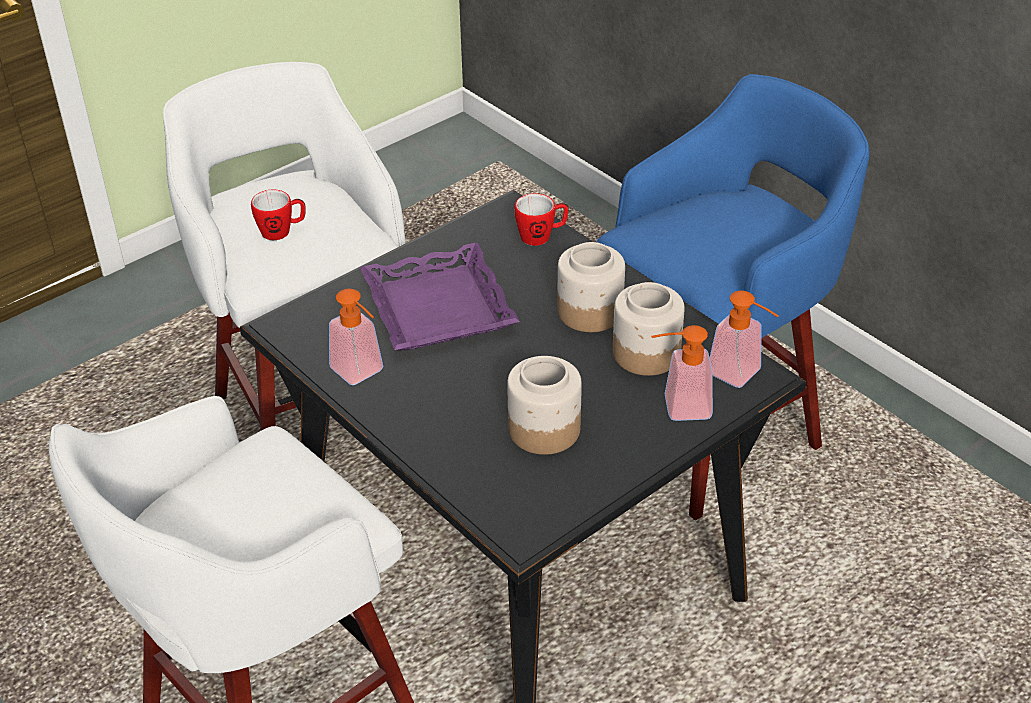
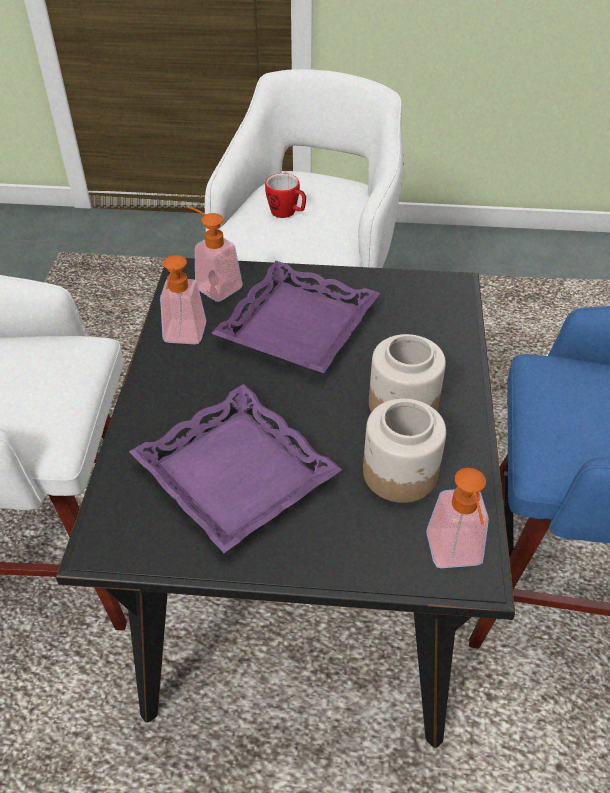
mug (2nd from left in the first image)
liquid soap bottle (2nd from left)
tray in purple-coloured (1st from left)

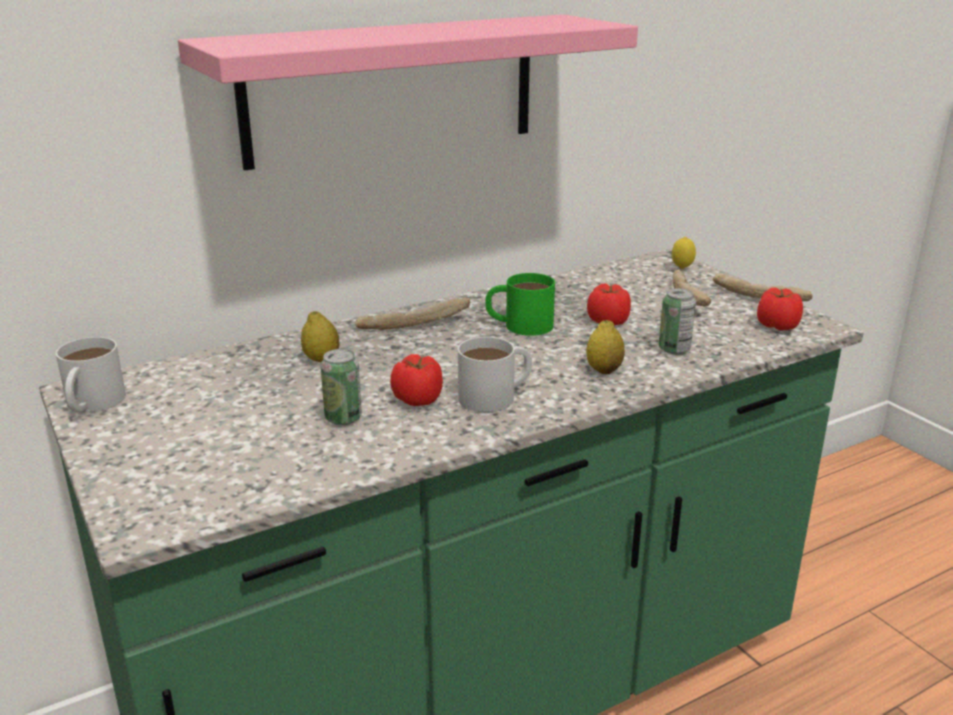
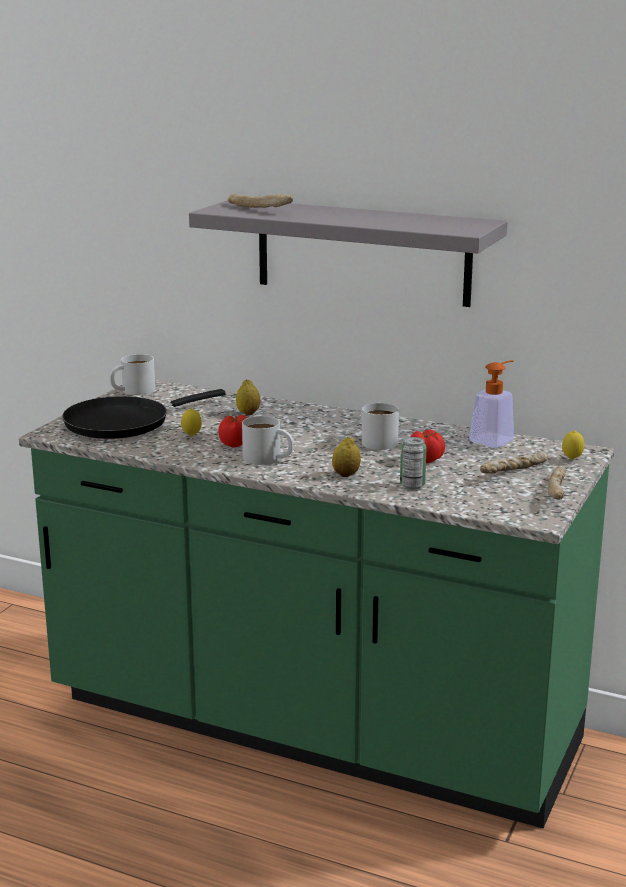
wall shelf in grey
mug in whitish (3rd from left)
fresh tomato (3rd from left in the first image)
bakery bread (1st from left)
citrus fruit (1st from left)
liquid soap bottle
pan in blackish

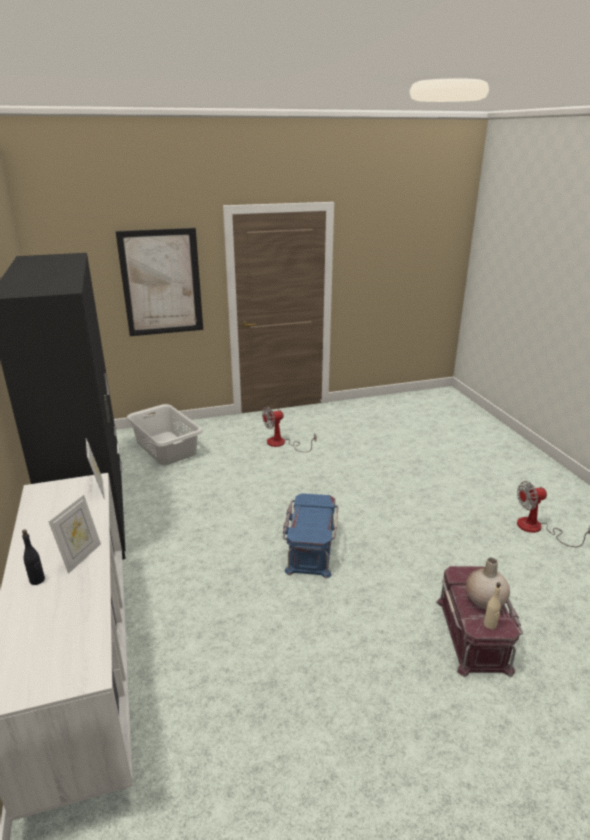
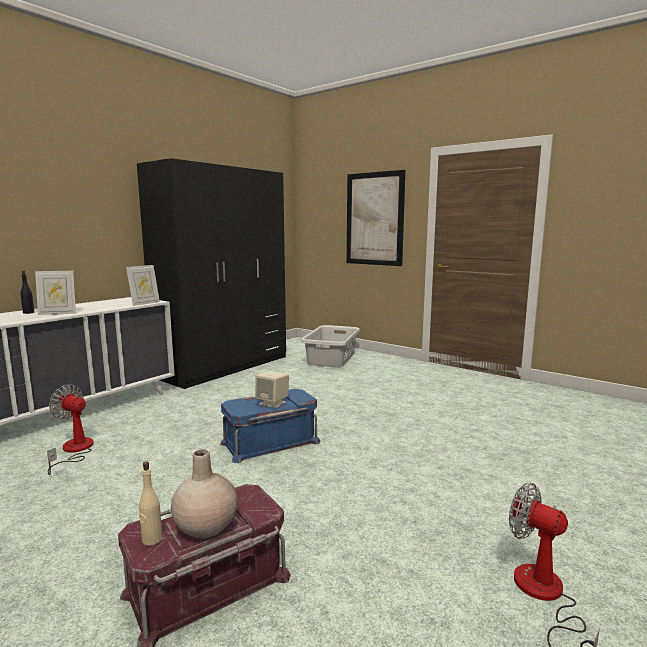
electric fan (1st from left)
speaker in sand-coloured

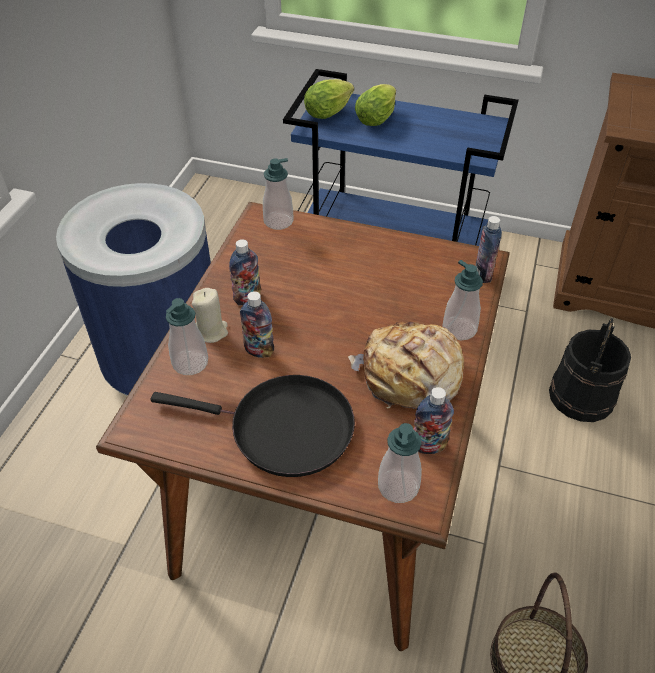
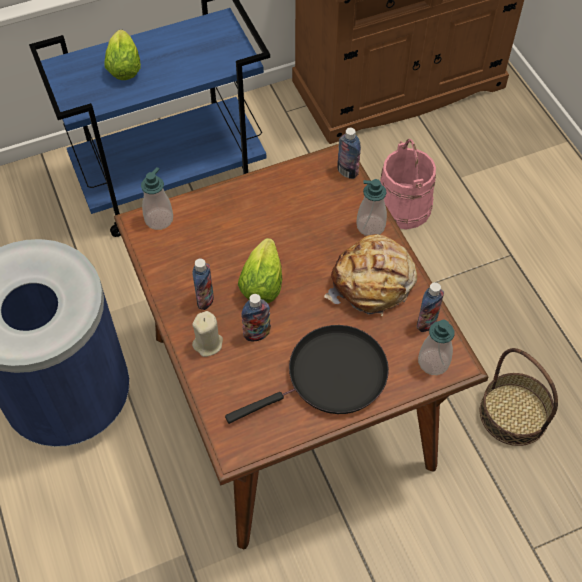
head of lettuce (2nd from left)
liquid soap bottle (1st from left in the first image)
water bucket in pinkish

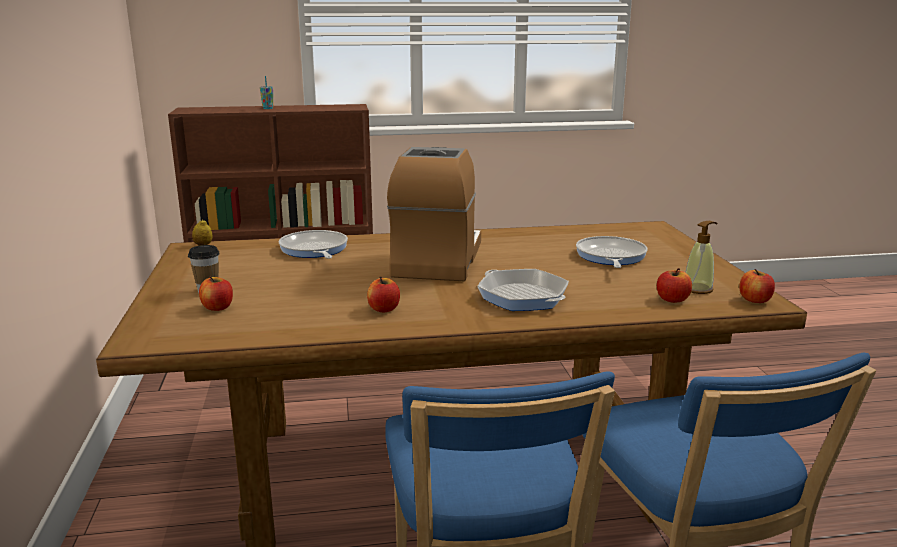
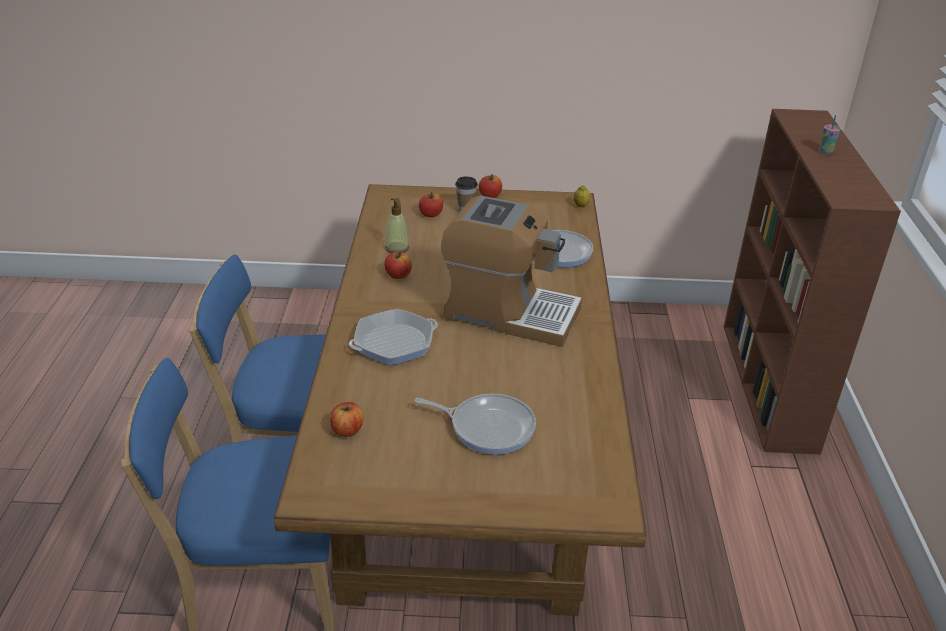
liquid soap bottle
whole apple (4th from left)

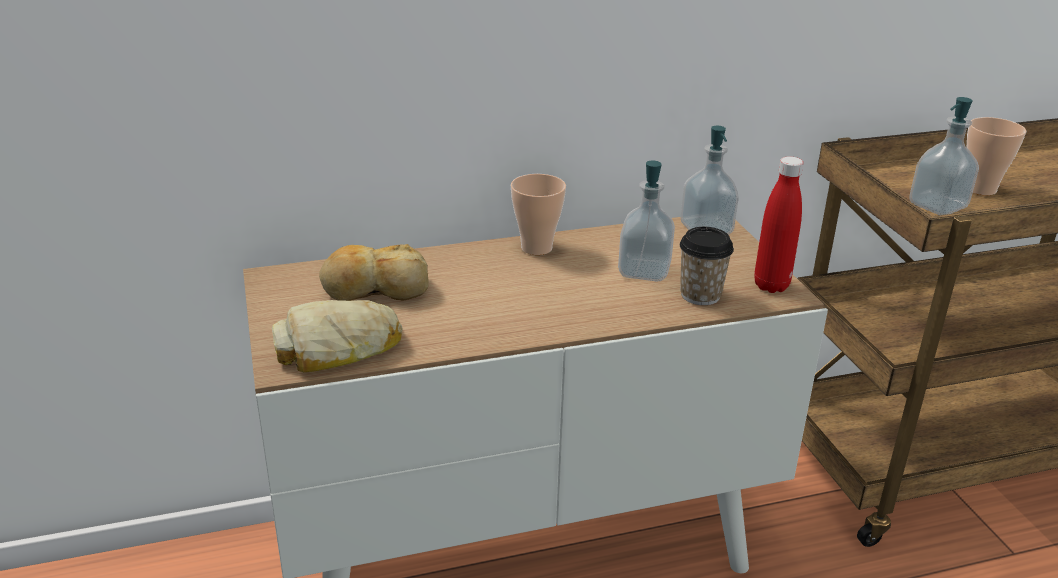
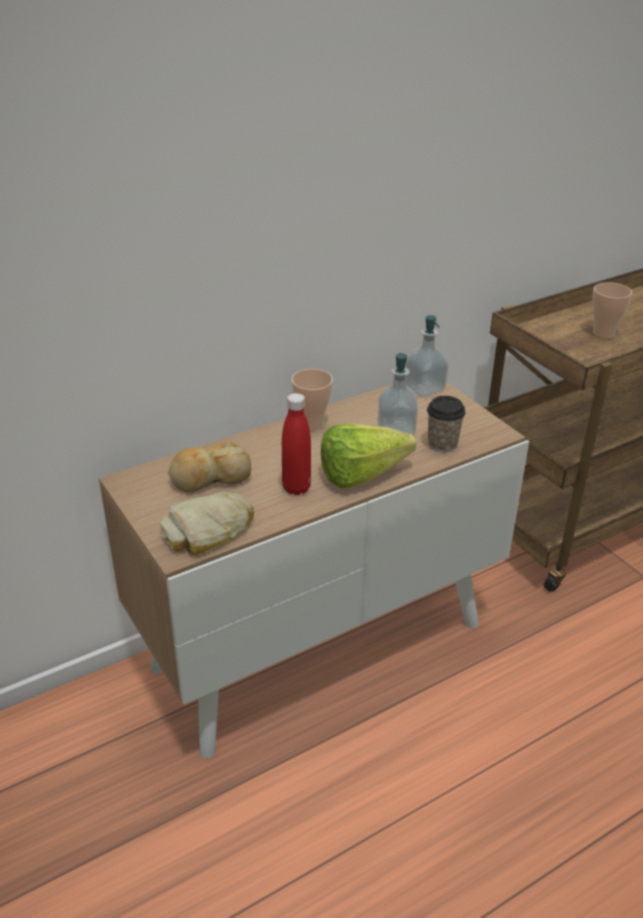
liquid soap bottle (3rd from left in the first image)
beverage bottle in red-coloured
head of lettuce

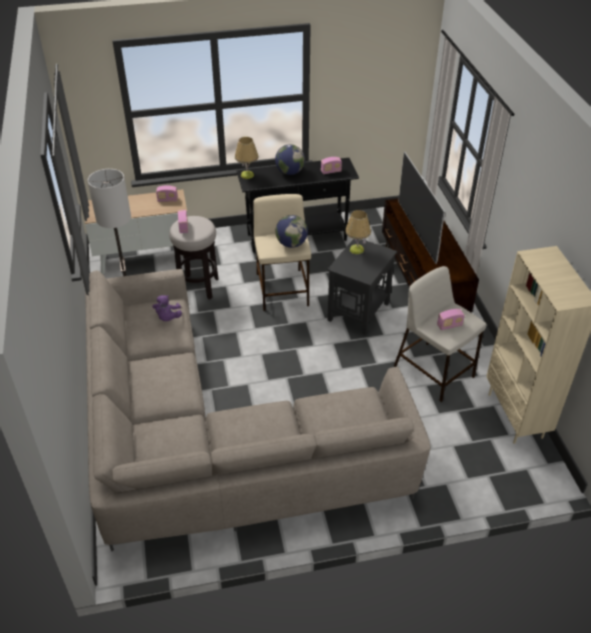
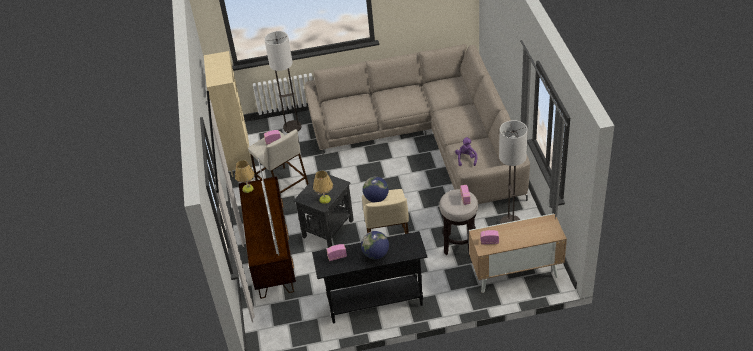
lamp for a table (1st from left)
floor lamp (1st from left)

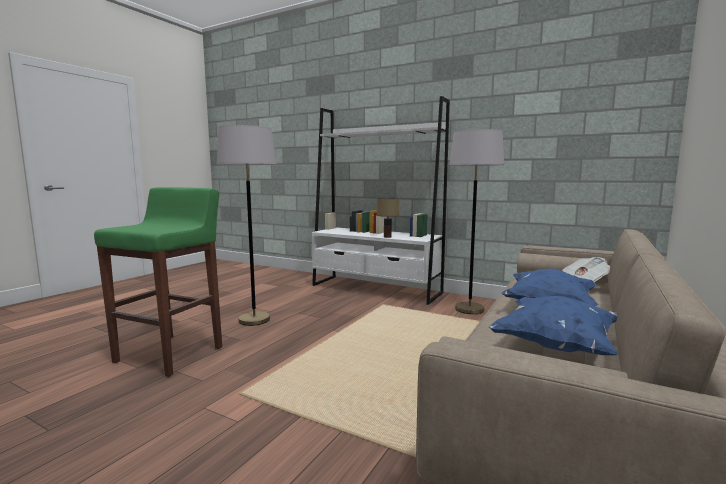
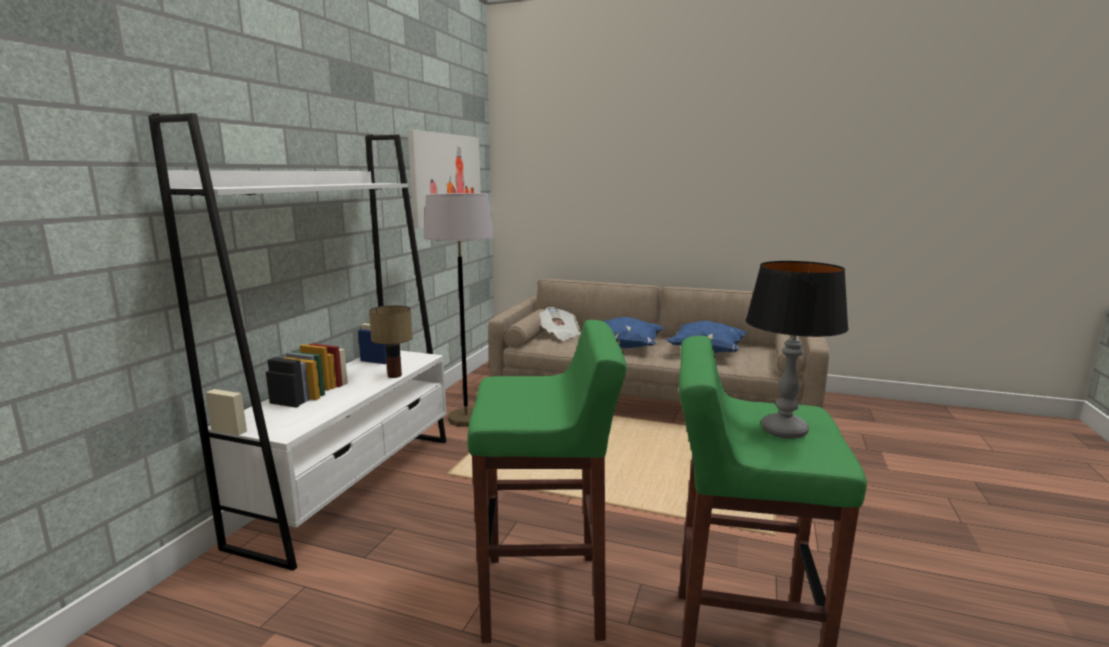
stool in green-coloured (1st from left)
picture
lamp for a table (2nd from left)

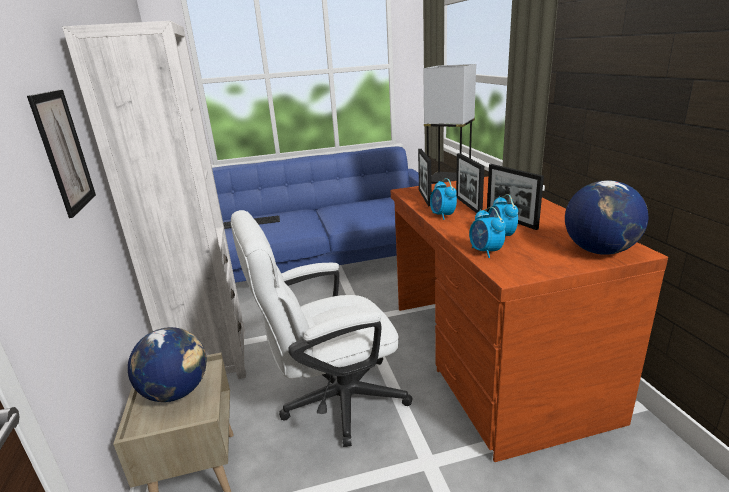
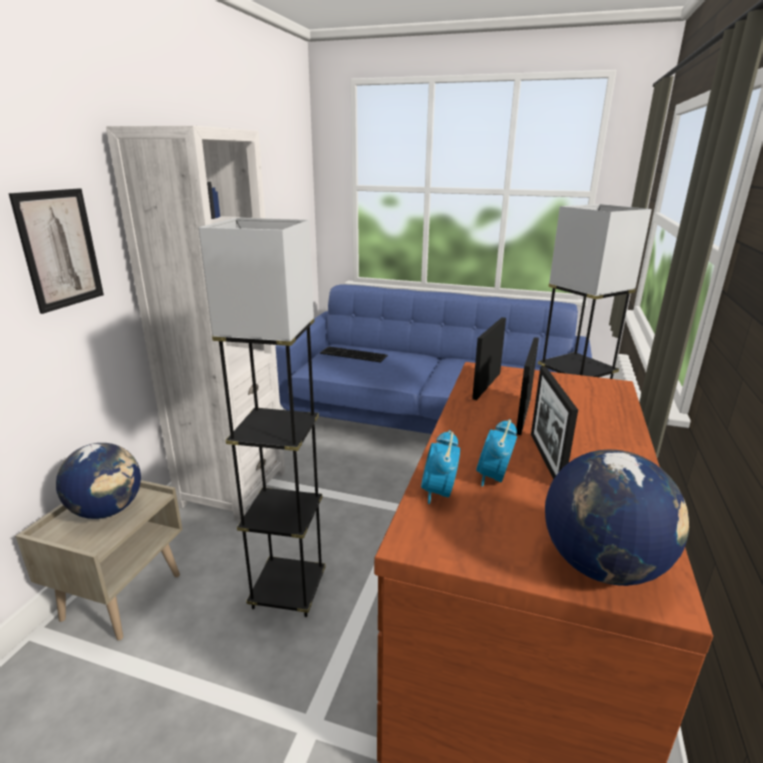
alarm clock (1st from left in the first image)
floor lamp in grey (1st from left)

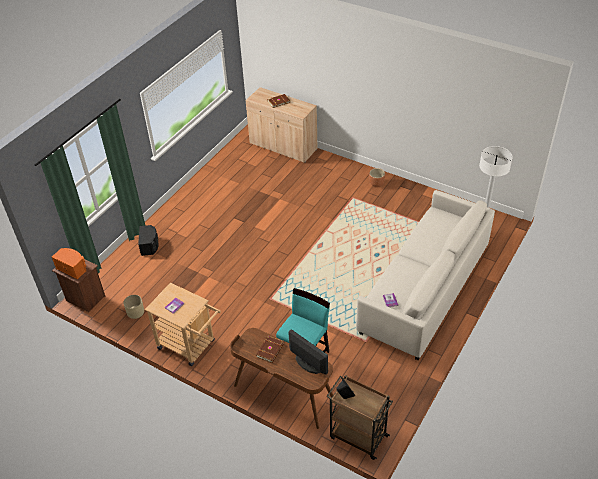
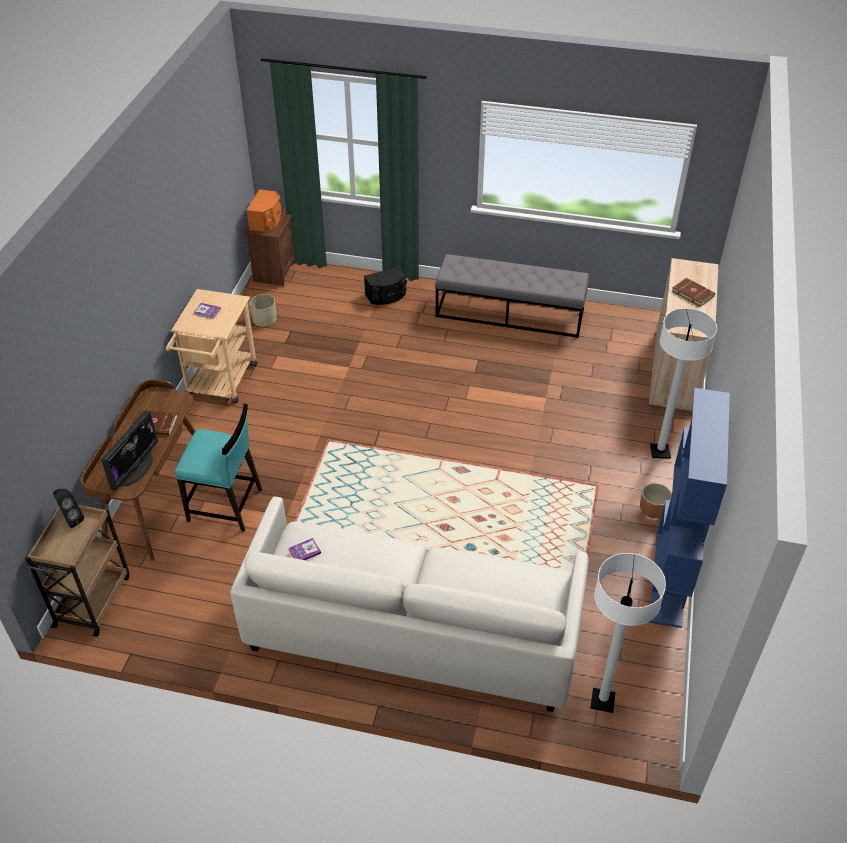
indoor bench in grey
floor lamp in whitish (2nd from left)
shelving unit in bluish

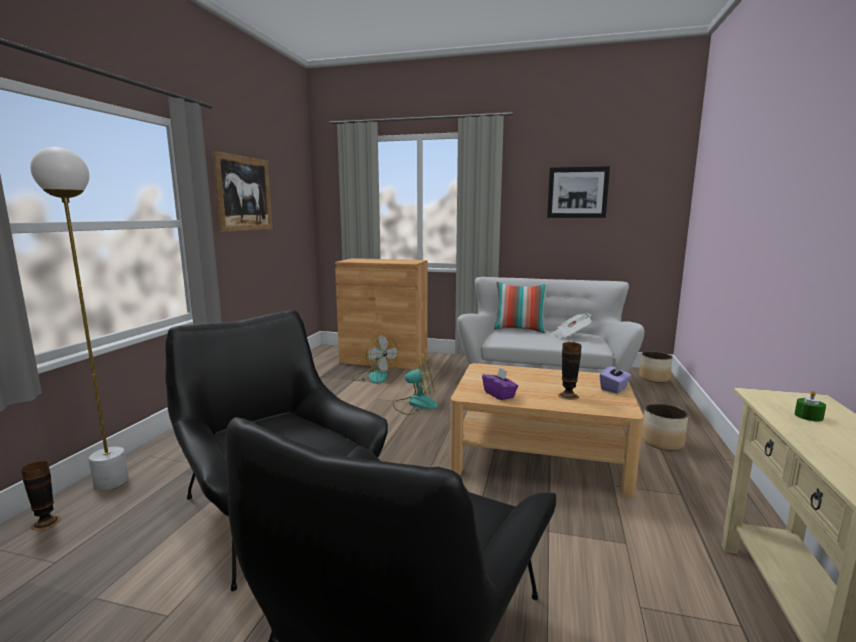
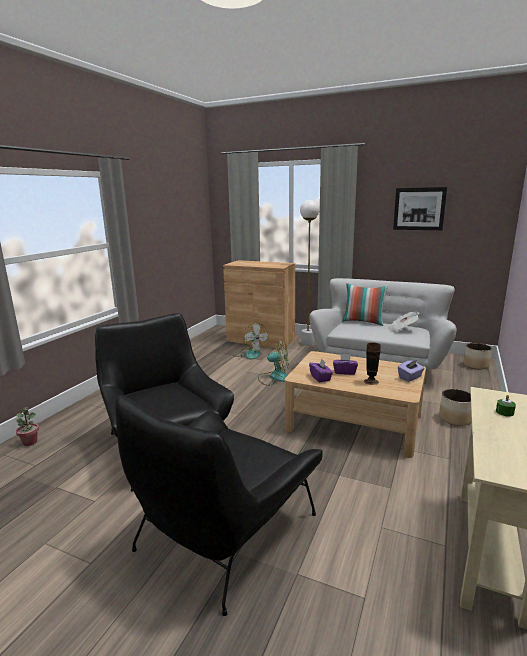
floor lamp in whitish
picture (1st from left in the first image)
houseplant
tissue holder in purple-coloured (2nd from left)

